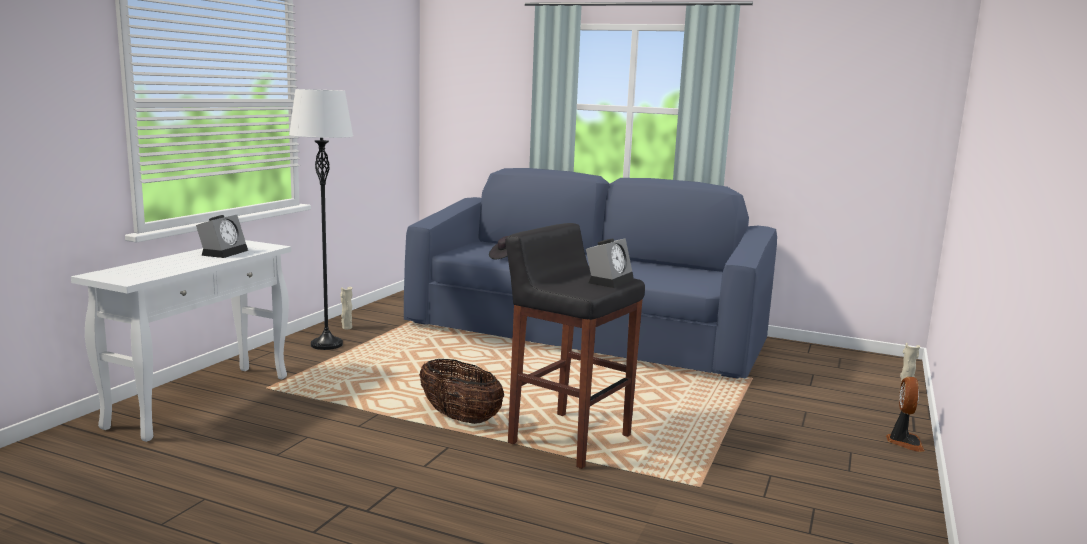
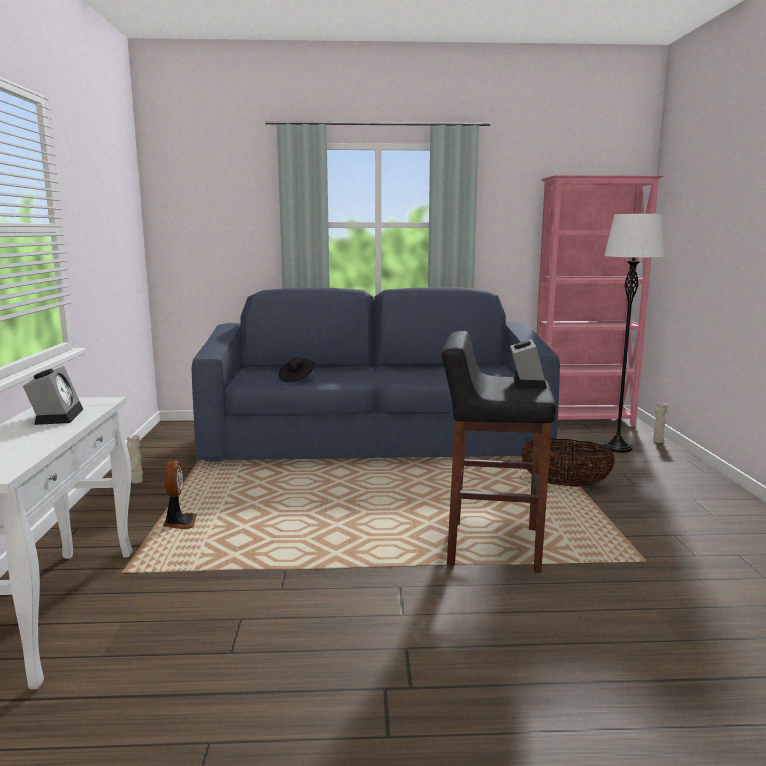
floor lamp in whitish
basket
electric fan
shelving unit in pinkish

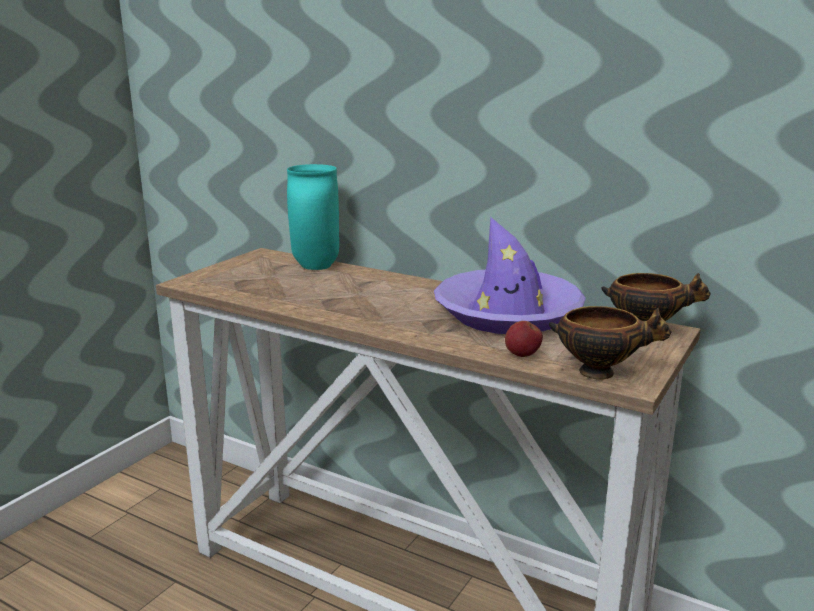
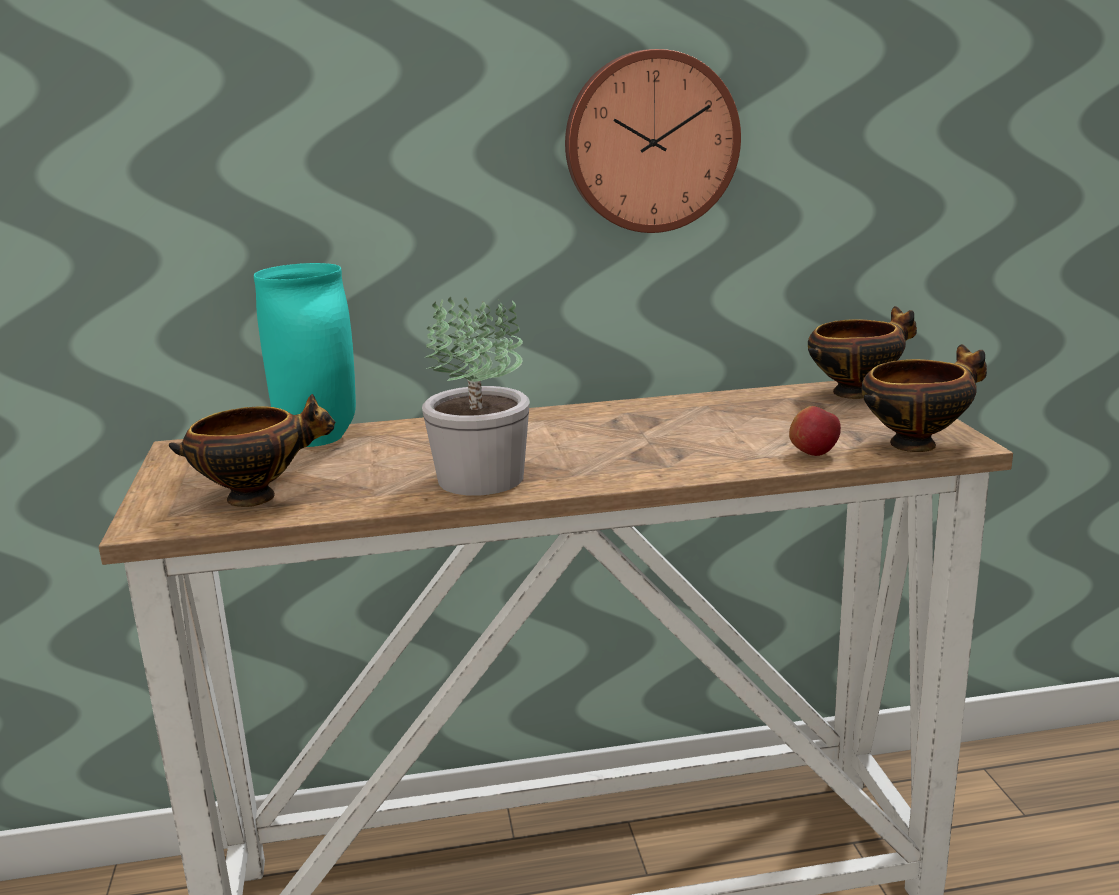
hat in purple-coloured
hanging clock
houseplant
bowl (1st from left)

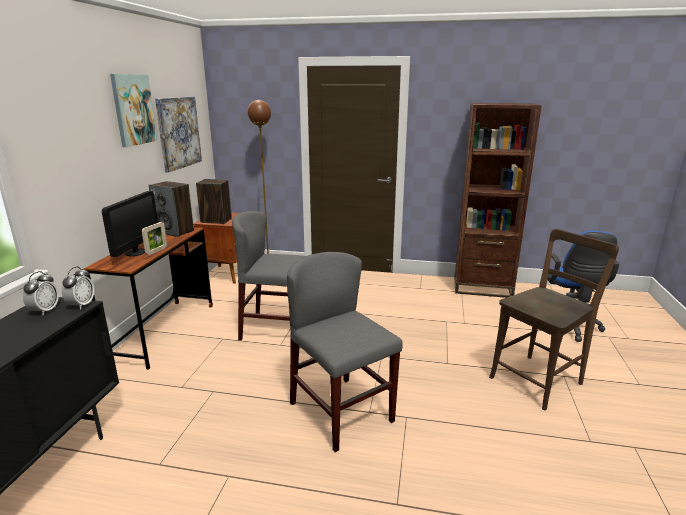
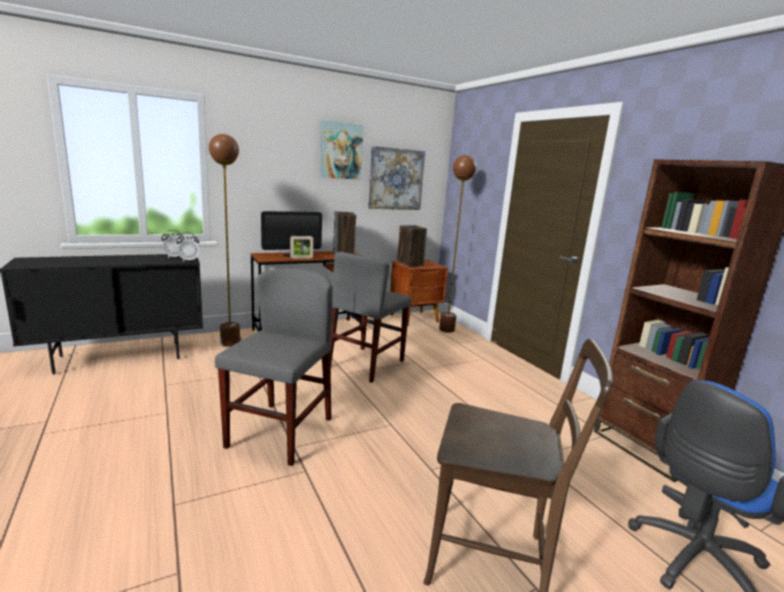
chair in grey (2nd from left)
floor lamp in brownish (1st from left)

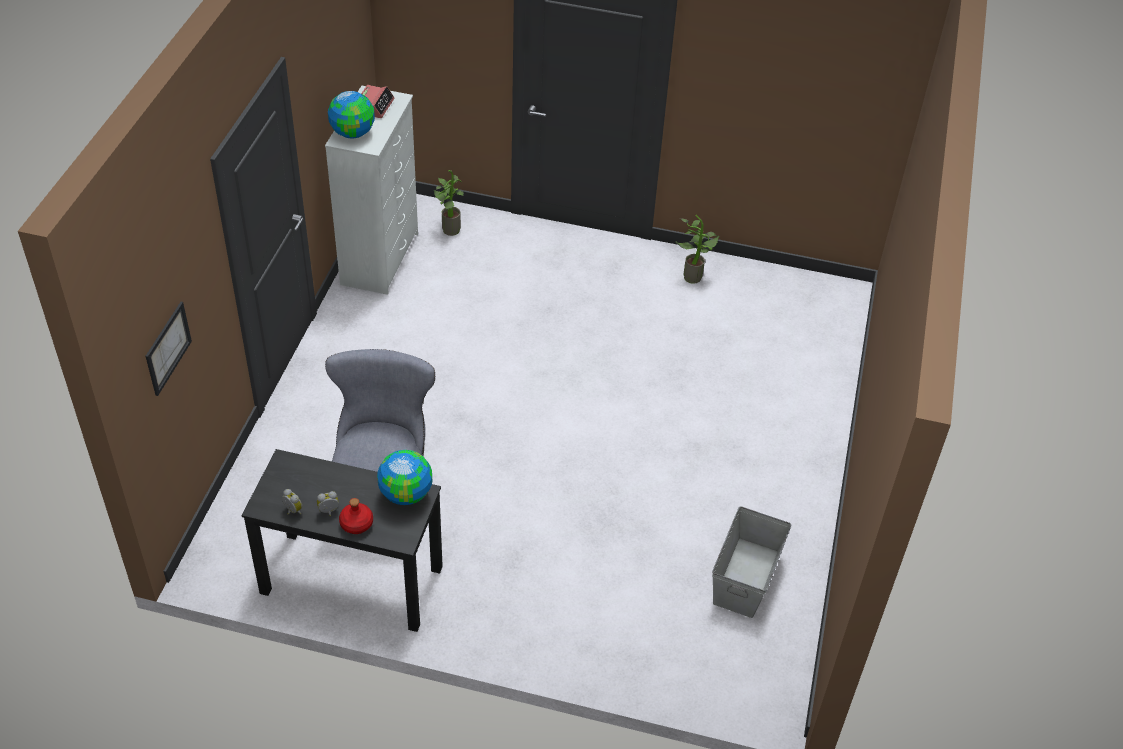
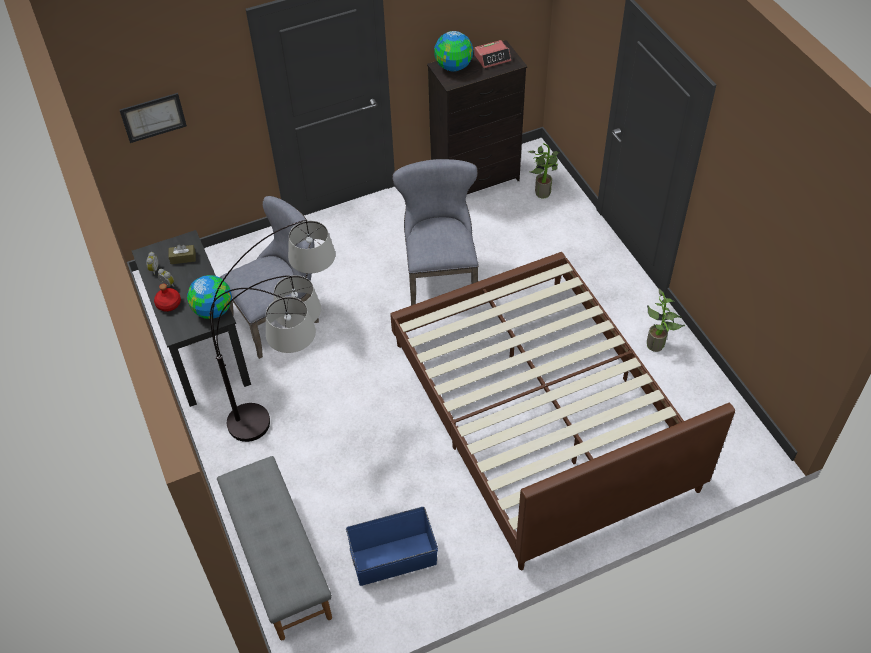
chest of drawers in blackish
storage bin in bluish
chair in grey (2nd from left)
floor lamp
tissue holder in brownish
bed in brownish
indoor bench in grey

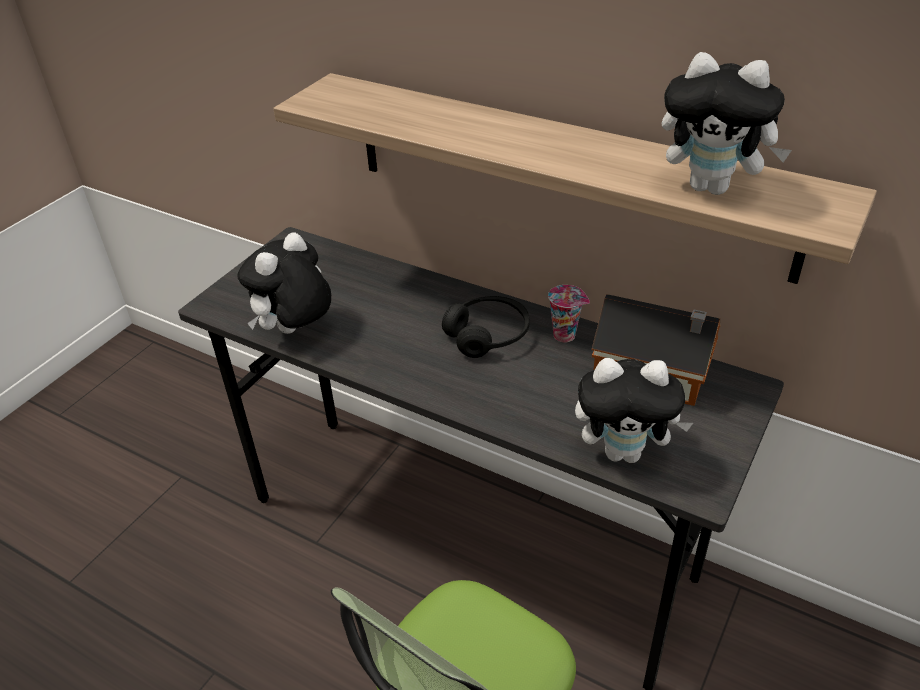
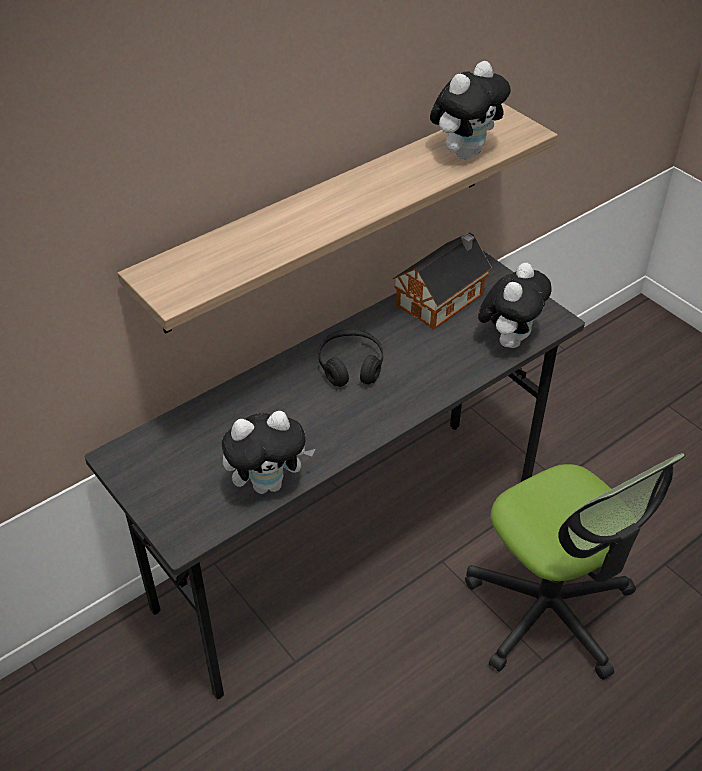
plush toy (1st from left)
drinking cup

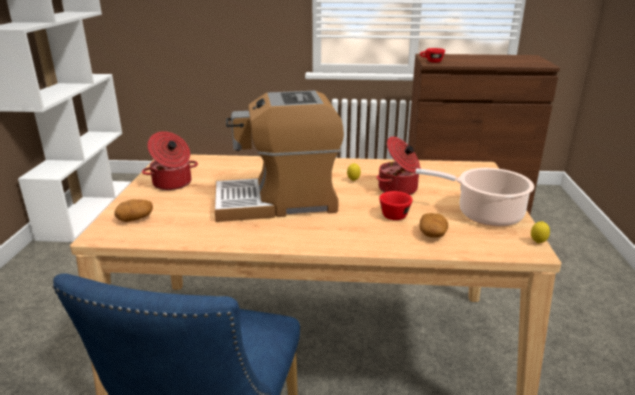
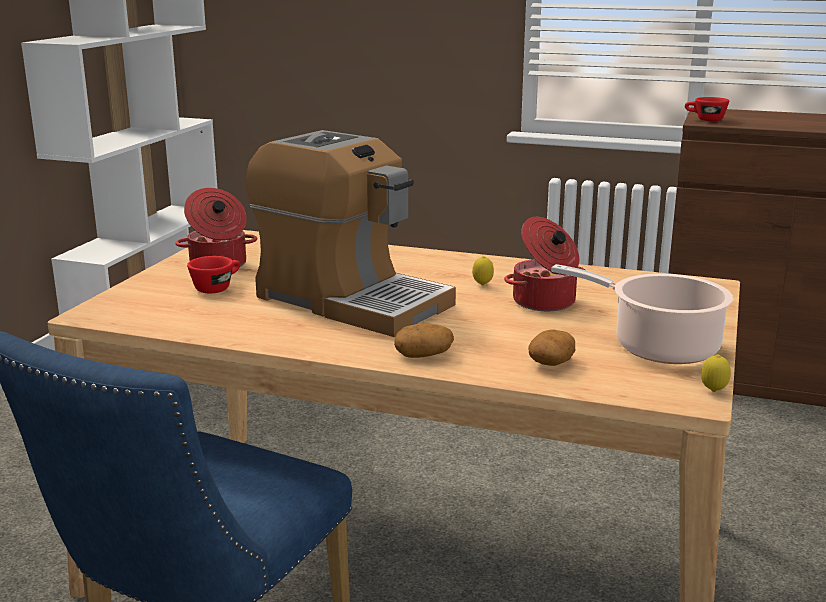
coffee brewer
drinking cup in red-coloured (1st from left)
spud (1st from left)

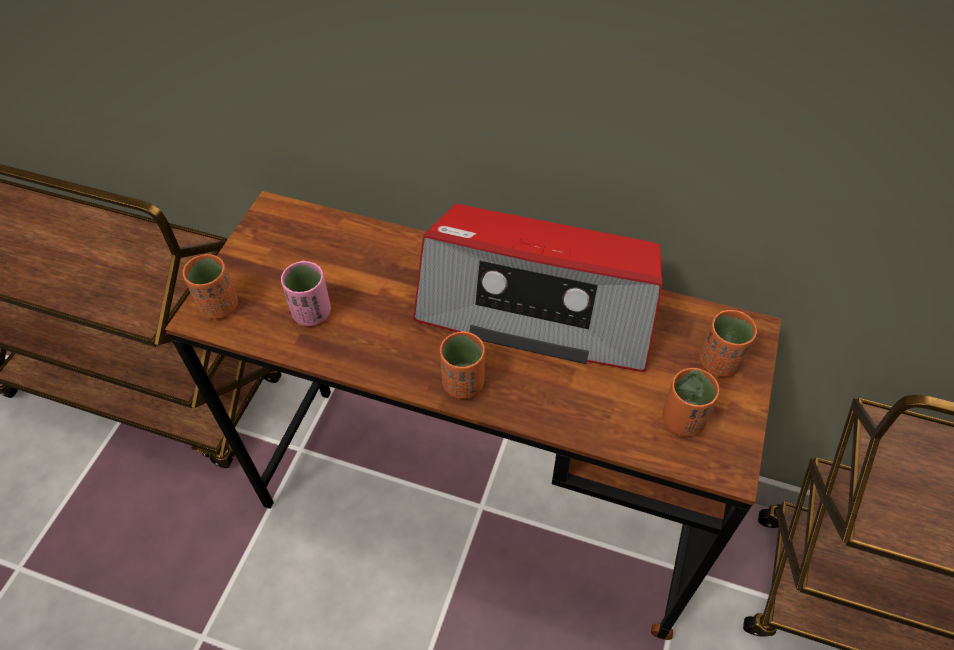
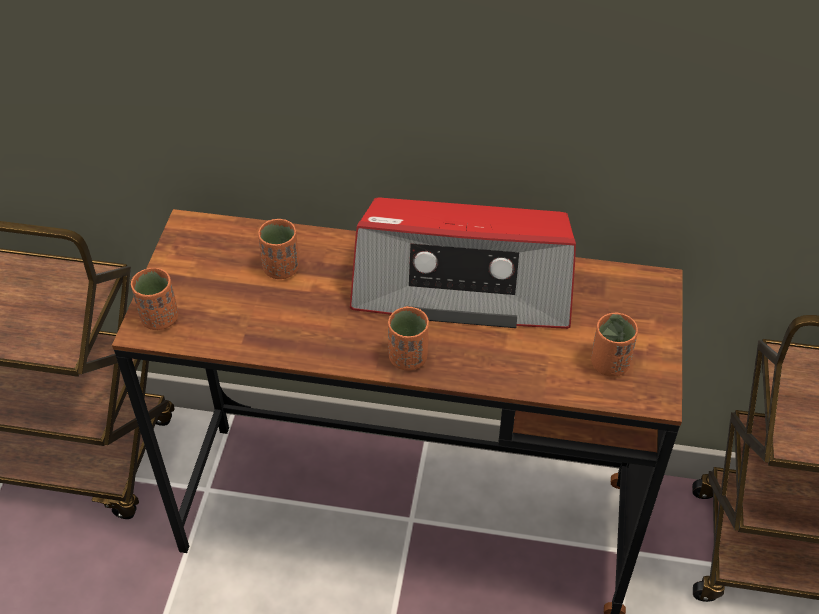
drinking cup in pinkish
drinking cup in orange (2nd from left)

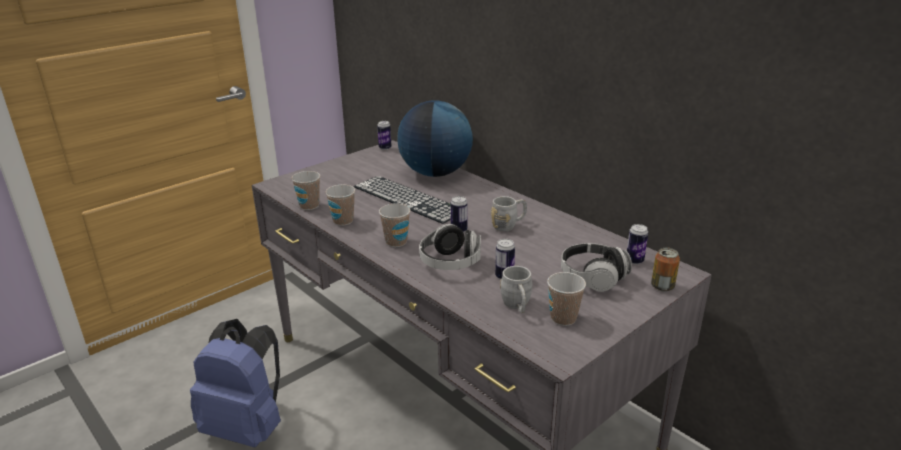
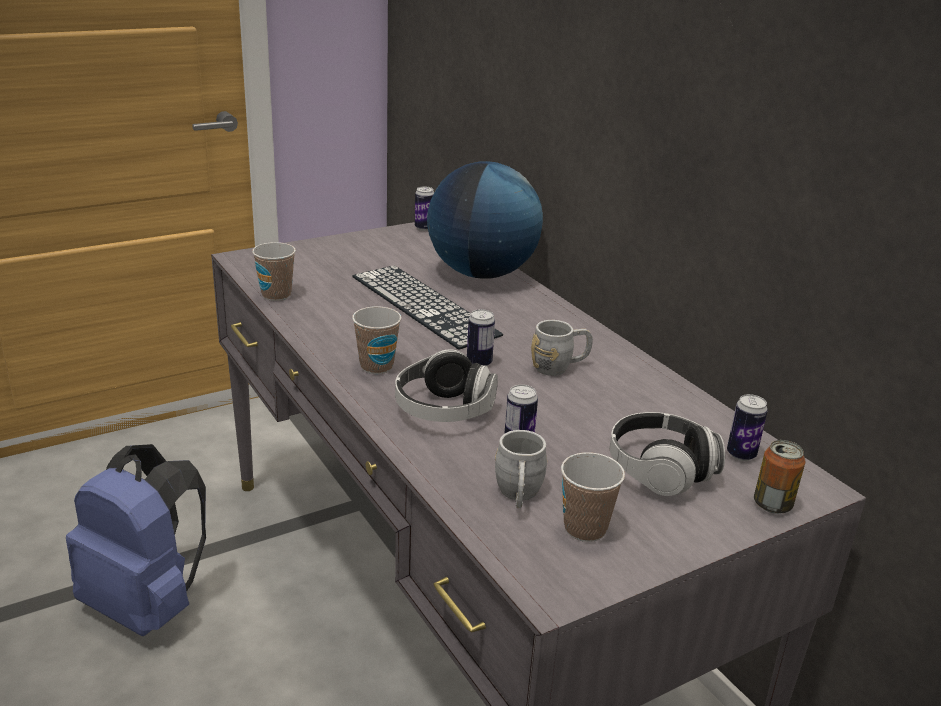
drinking cup (2nd from left in the first image)

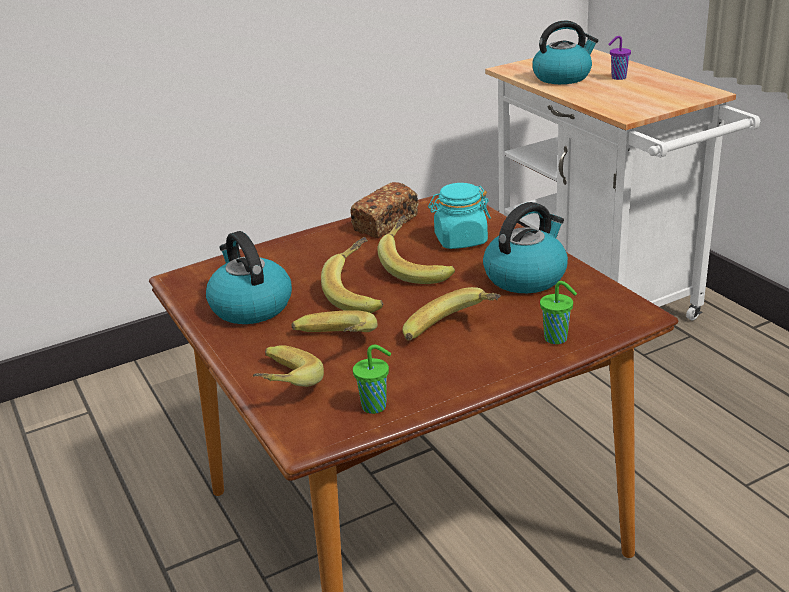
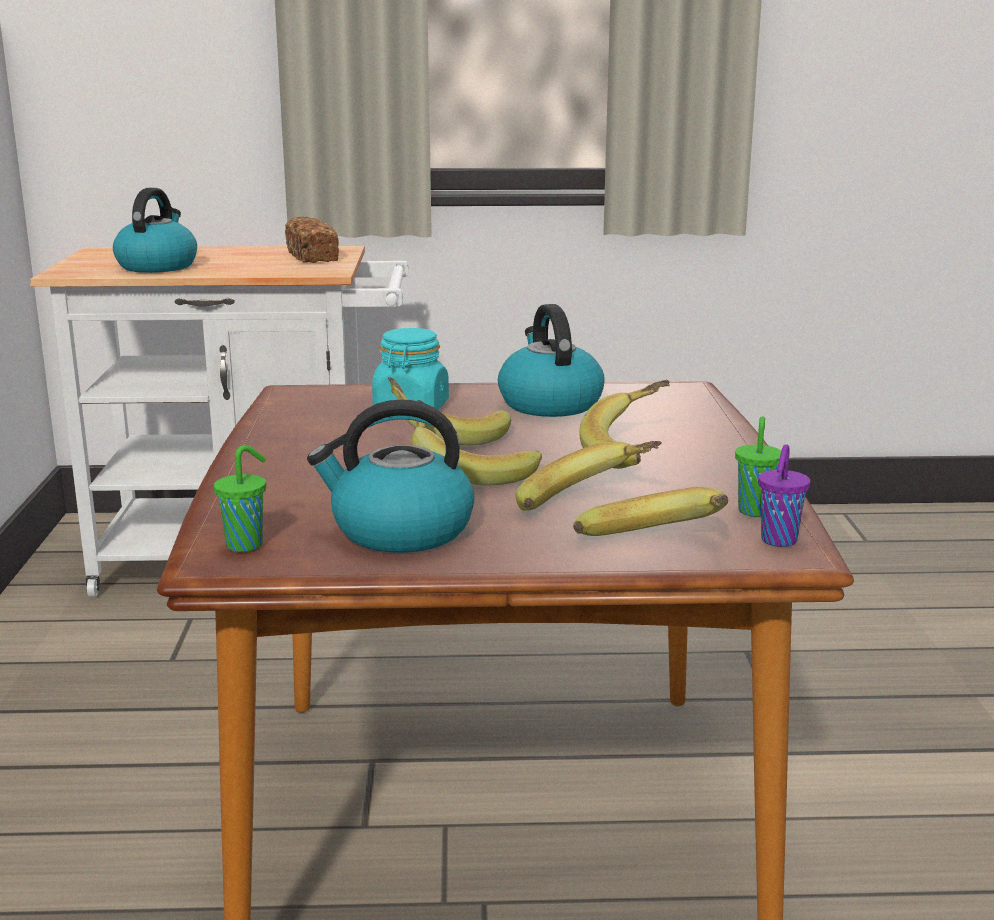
drinking cup in purple-coloured
bakery bread
drinking cup in green-coloured (1st from left)

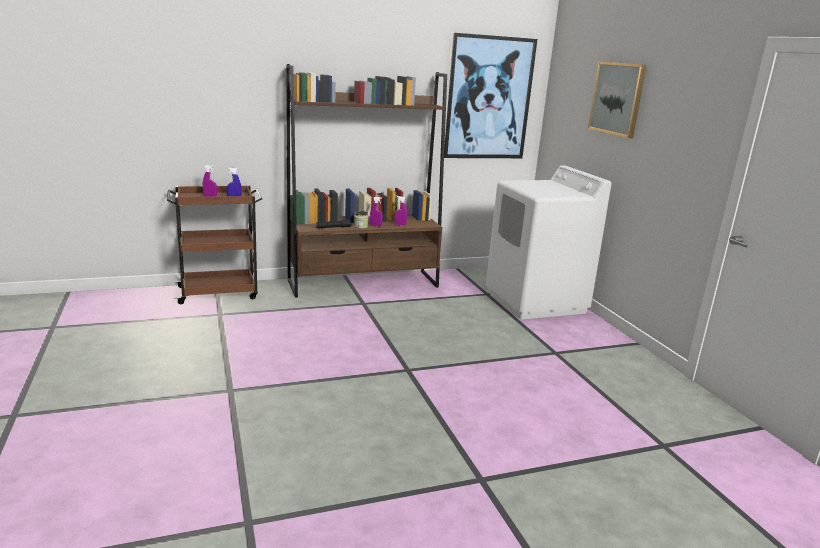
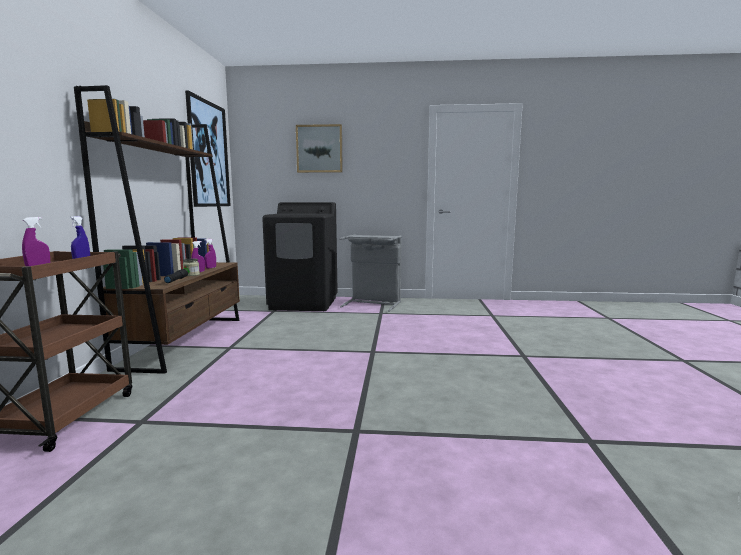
washing machine in blackish
laundry basket in grey

